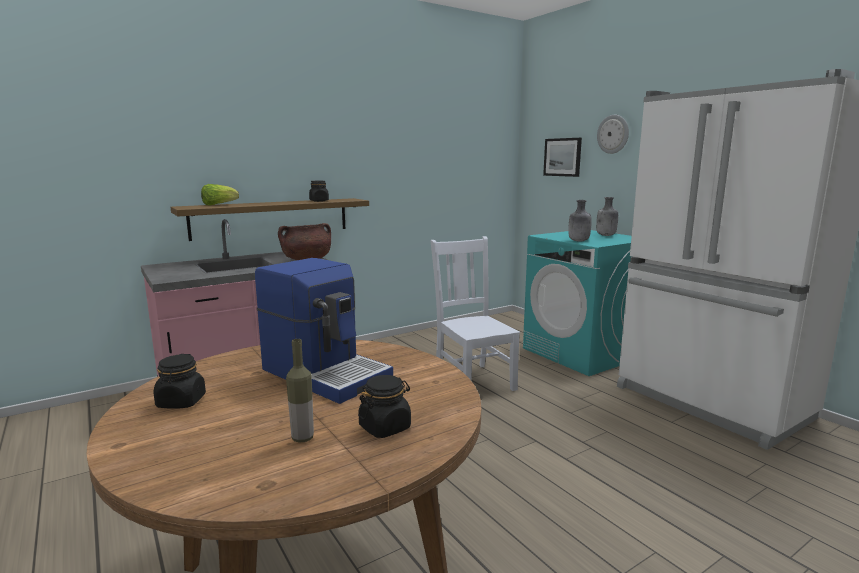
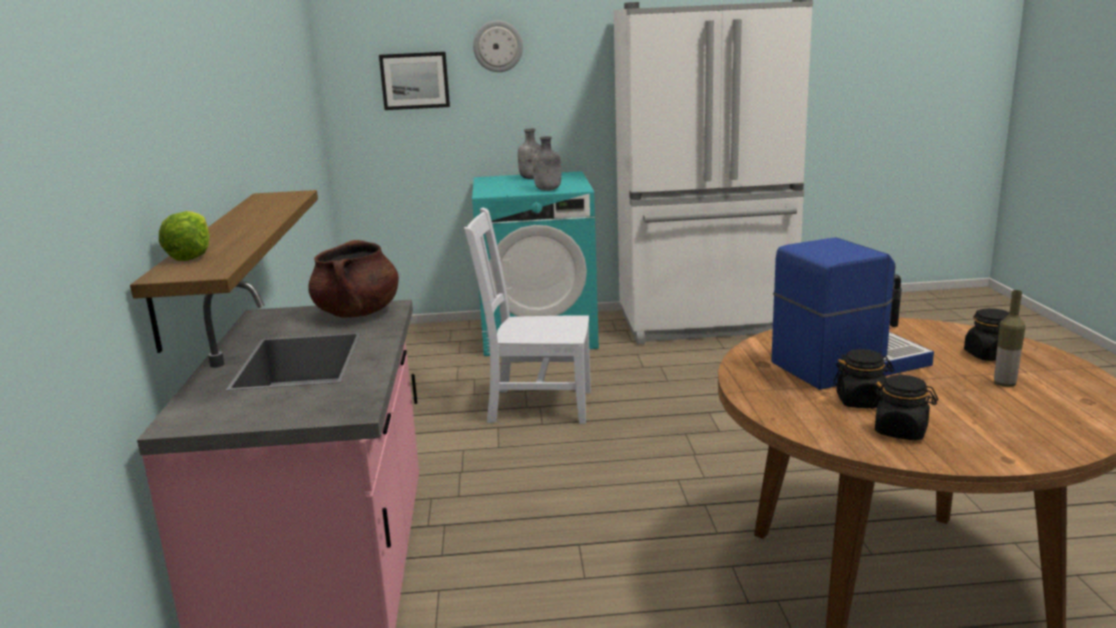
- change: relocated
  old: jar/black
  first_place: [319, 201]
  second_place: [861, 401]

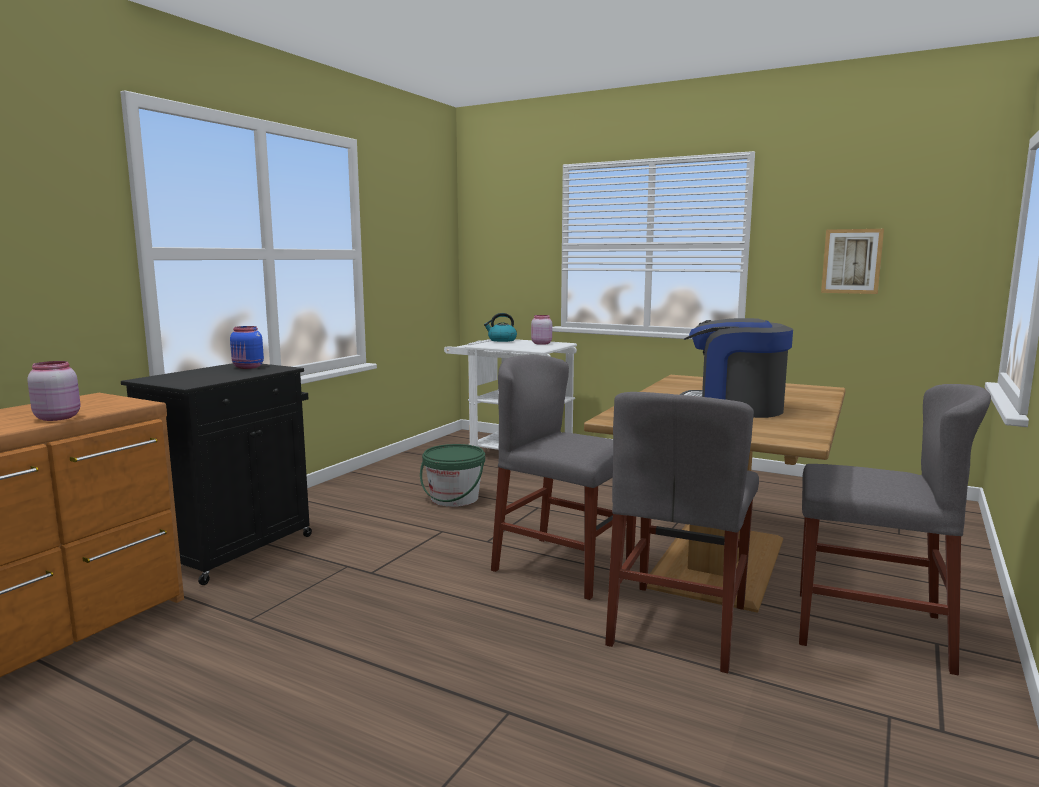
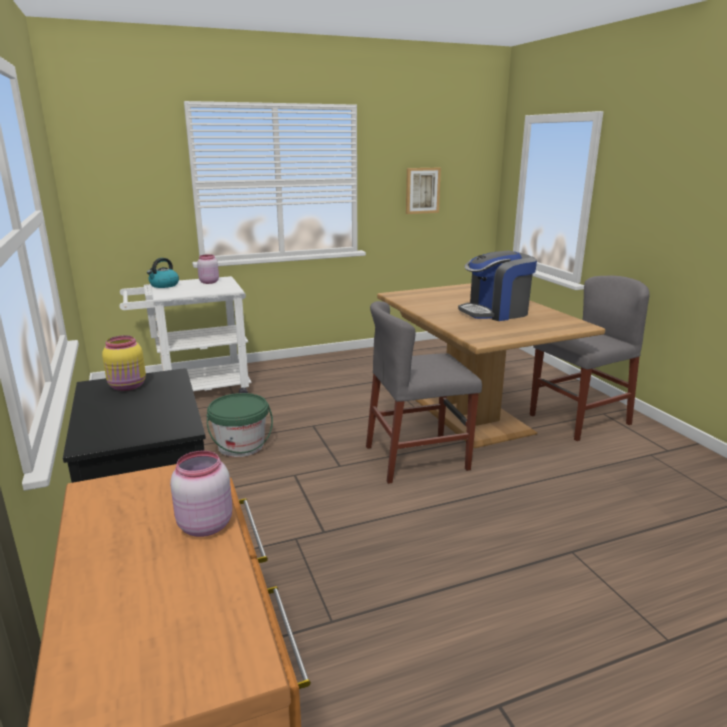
- change: missing
  old: chair/grey
  first_place: [679, 625]
- change: colour
  old: jar/blue
  new: jar/yellow
  first_place: [248, 367]
  second_place: [128, 386]

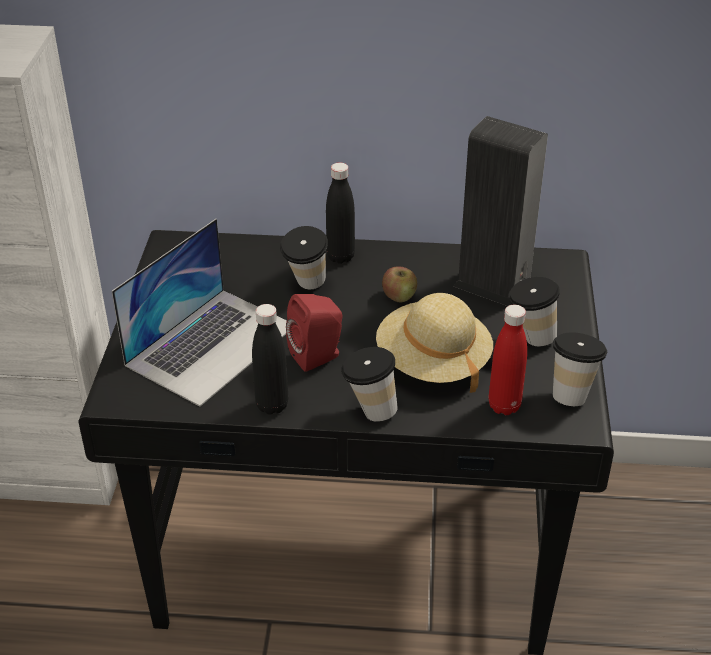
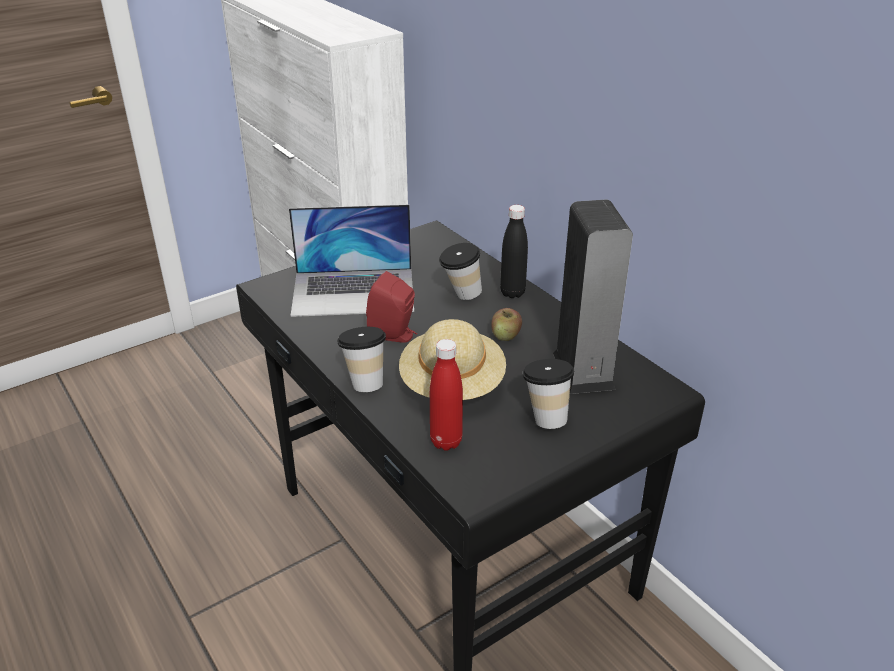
- change: missing
  old: bottle/black
  first_place: [272, 405]
- change: missing
  old: cup
  first_place: [572, 393]

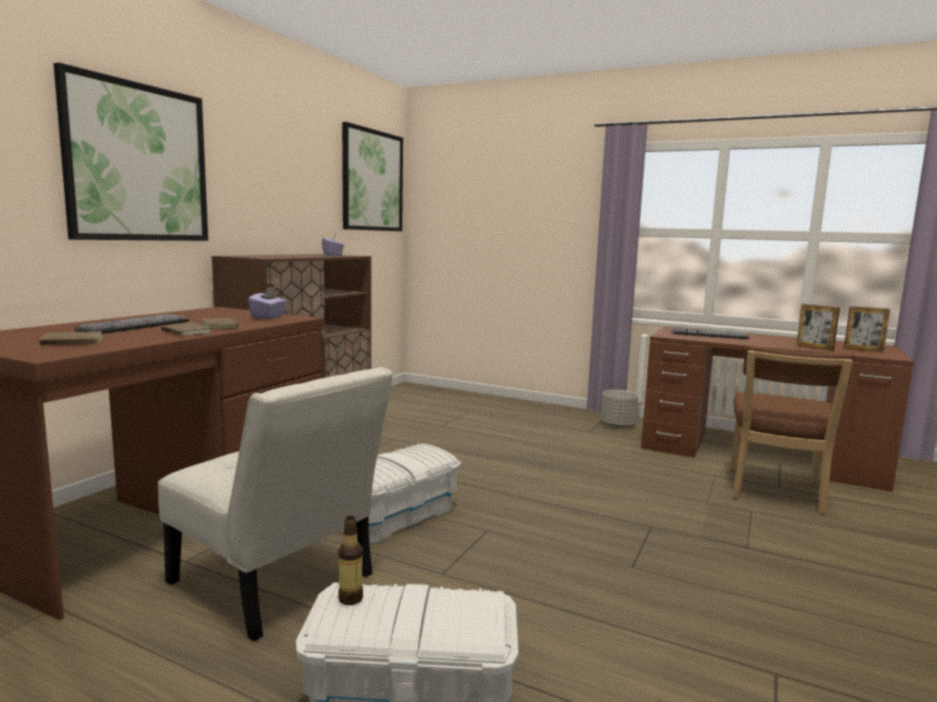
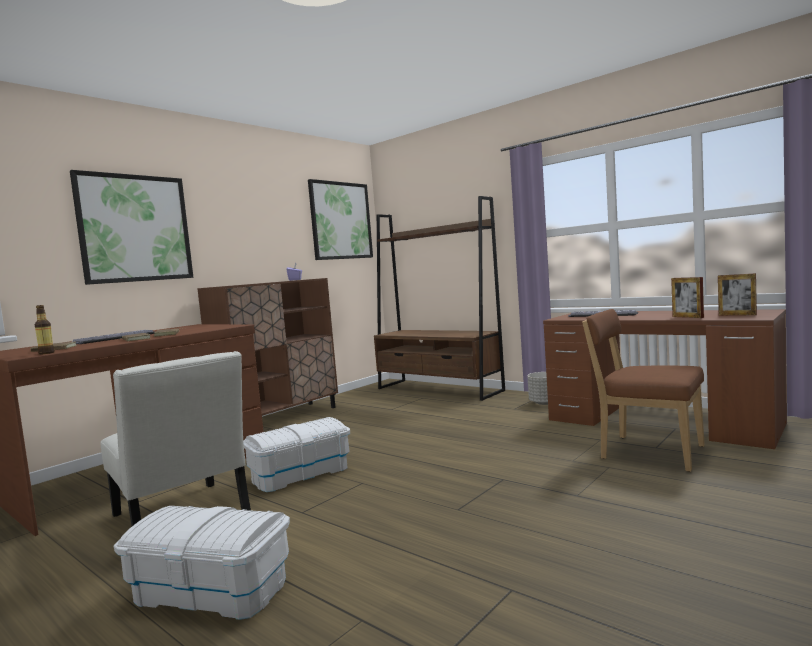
- change: missing
  old: tissue box/purple
  first_place: [268, 317]
- change: appeared
  new: bookcase/brown
  second_place: [438, 389]
- change: relocated
  old: bottle
  first_place: [350, 599]
  second_place: [46, 353]
- change: spun
  old: chair/brown
  first_place: [775, 492]
  second_place: [646, 452]
  degrees: 90

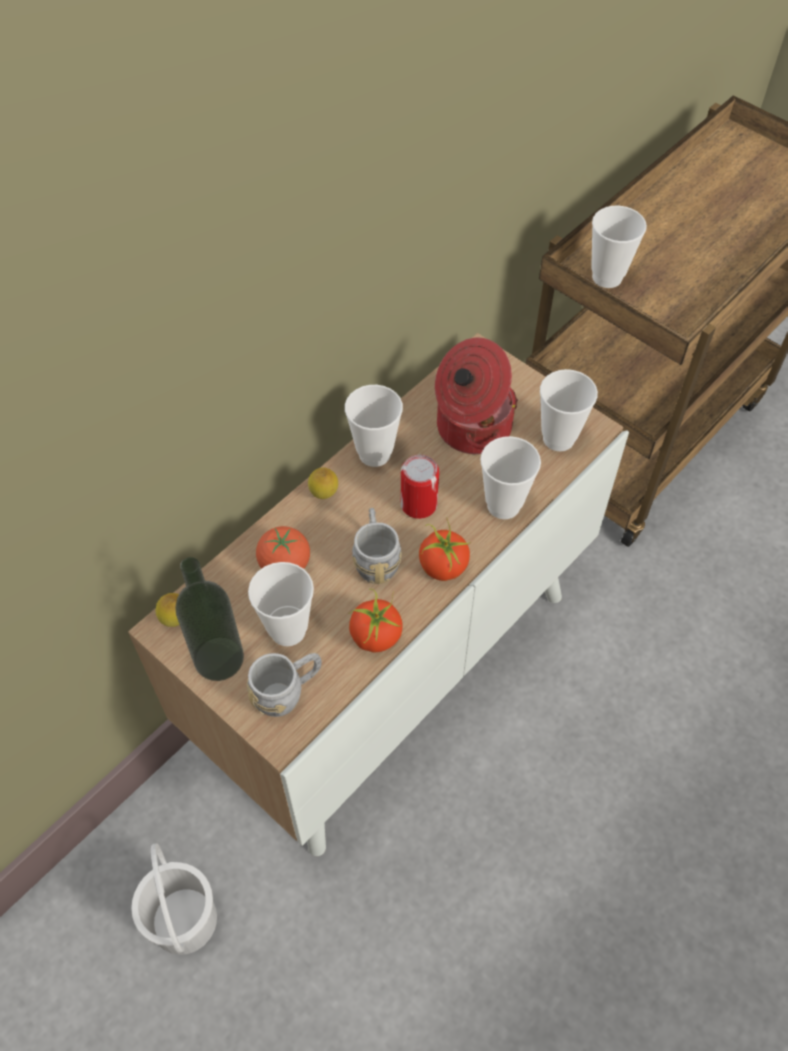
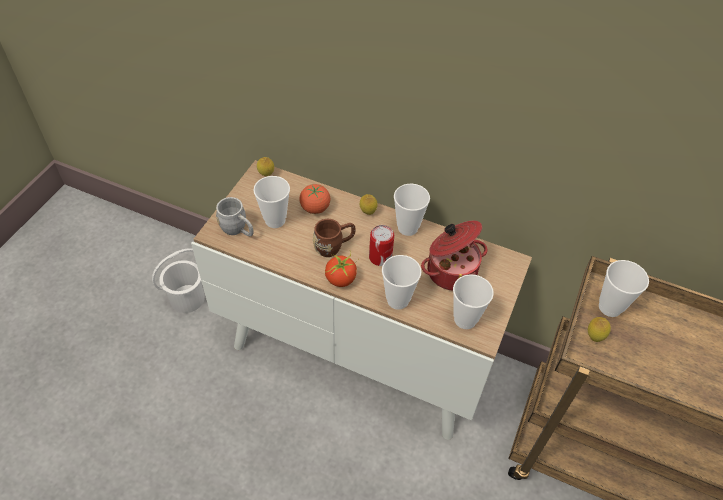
- change: missing
  old: bottle
  first_place: [219, 658]
- change: missing
  old: tomato
  first_place: [376, 636]
- change: appeared
  new: lemon
  second_place: [594, 337]
- change: colour
  old: mug/grey
  new: mug/brown
  first_place: [376, 558]
  second_place: [334, 246]

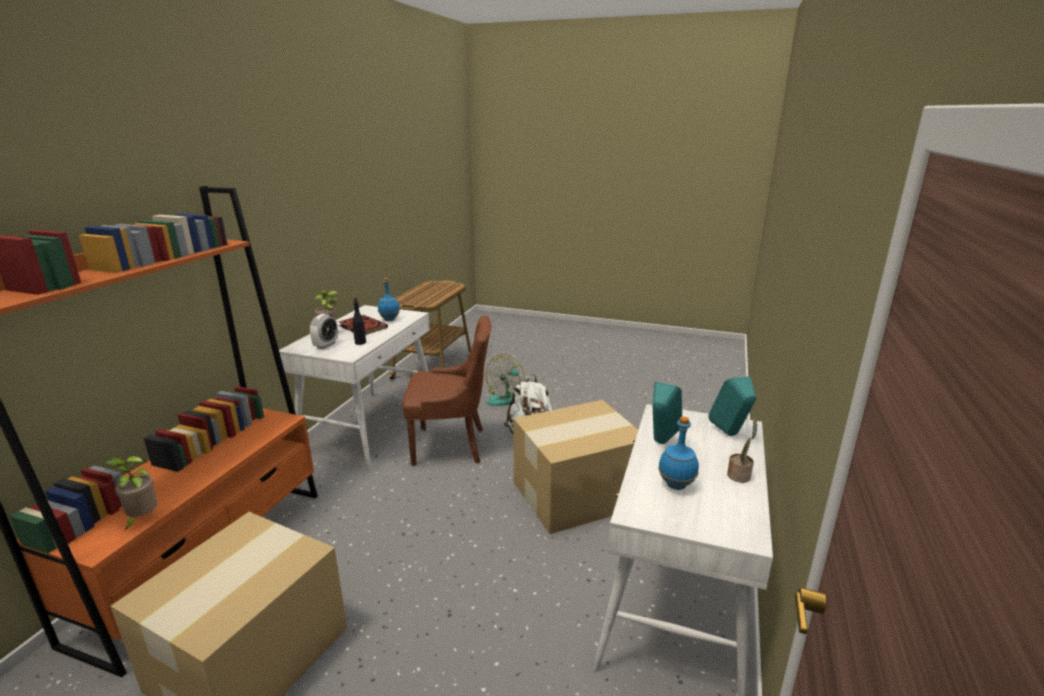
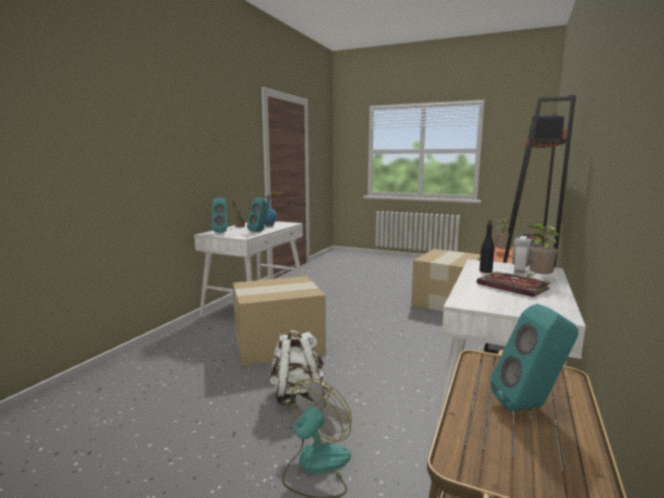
- change: missing
  old: bottle/blue
  first_place: [389, 319]
- change: missing
  old: chair/brown
  first_place: [451, 445]
- change: appeared
  new: speaker/turquoise
  second_place: [530, 406]

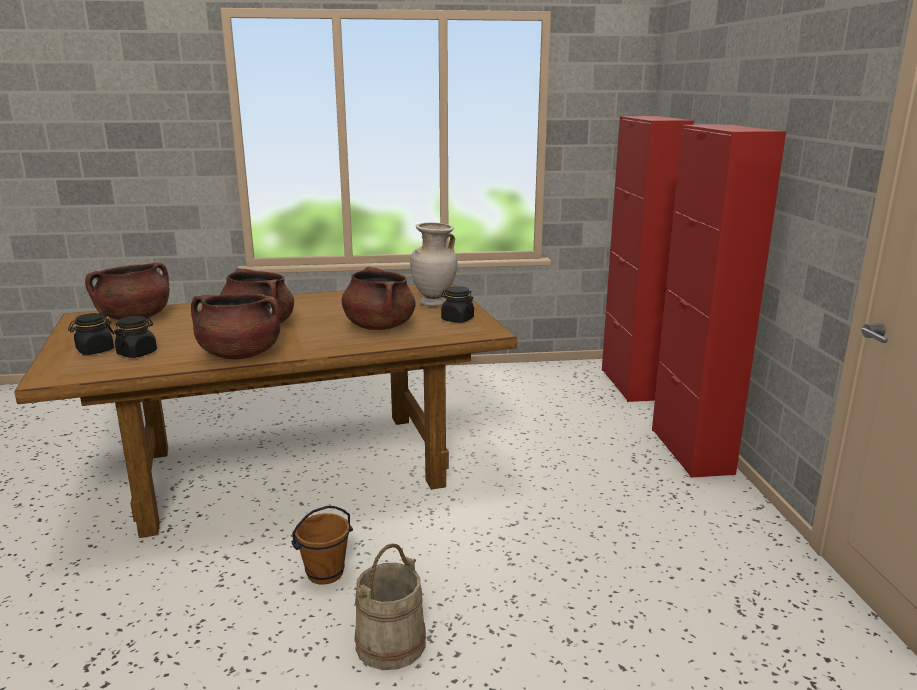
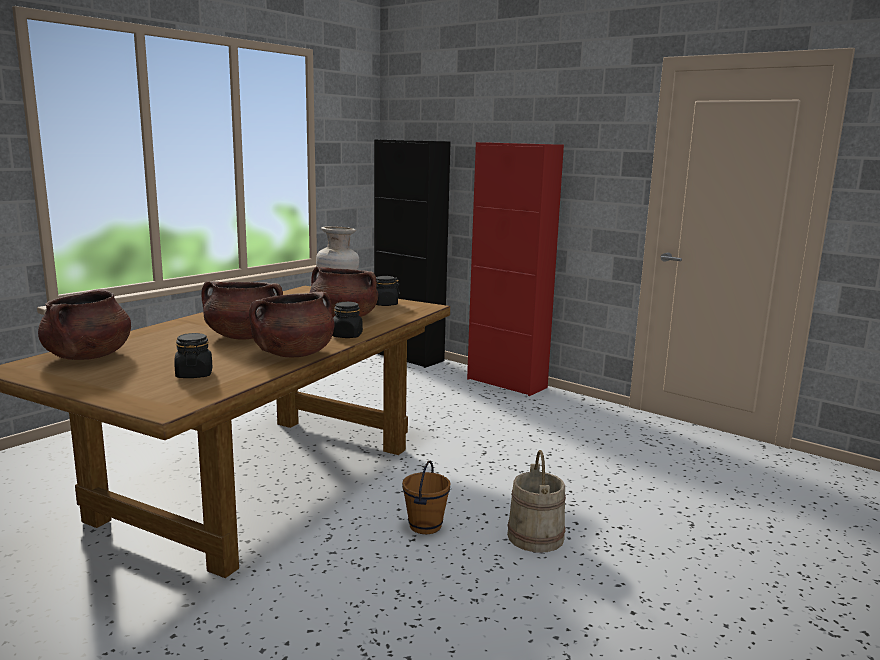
- change: relocated
  old: jar/black
  first_place: [95, 350]
  second_place: [347, 336]
- change: colour
  old: cabinet/red
  new: cabinet/black
  first_place: [631, 384]
  second_place: [408, 357]

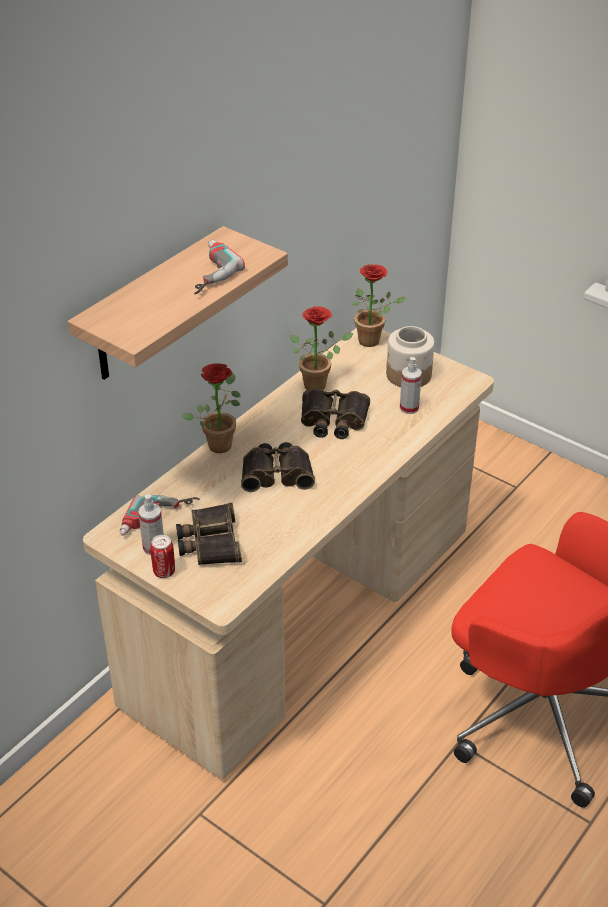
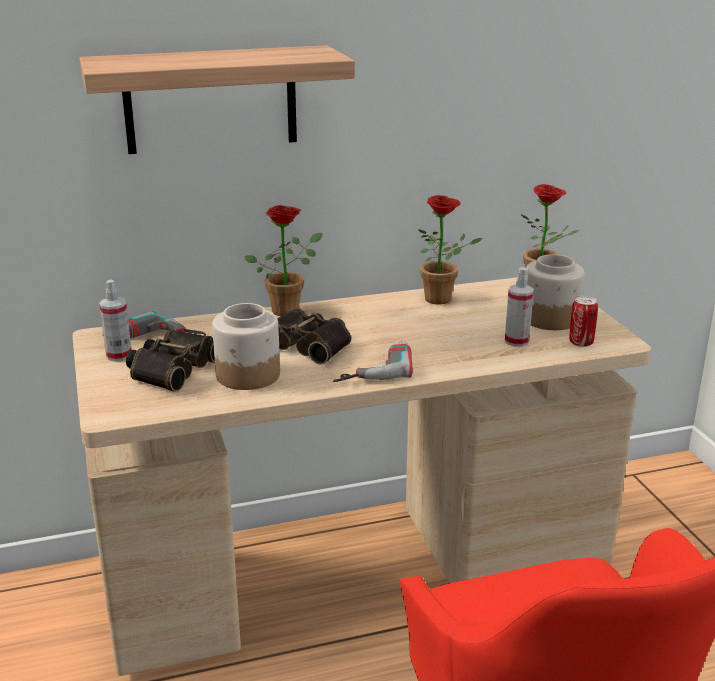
- change: missing
  old: binoculars
  first_place: [333, 420]
- change: appeared
  new: jar
  second_place: [248, 375]
- change: relocated
  old: can
  first_place: [164, 572]
  second_place: [581, 343]
- change: relocated
  old: power drill
  first_place: [205, 272]
  second_place: [373, 368]

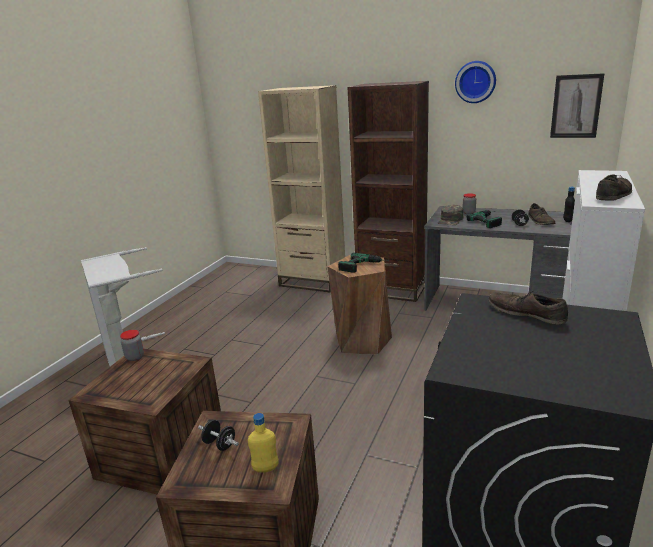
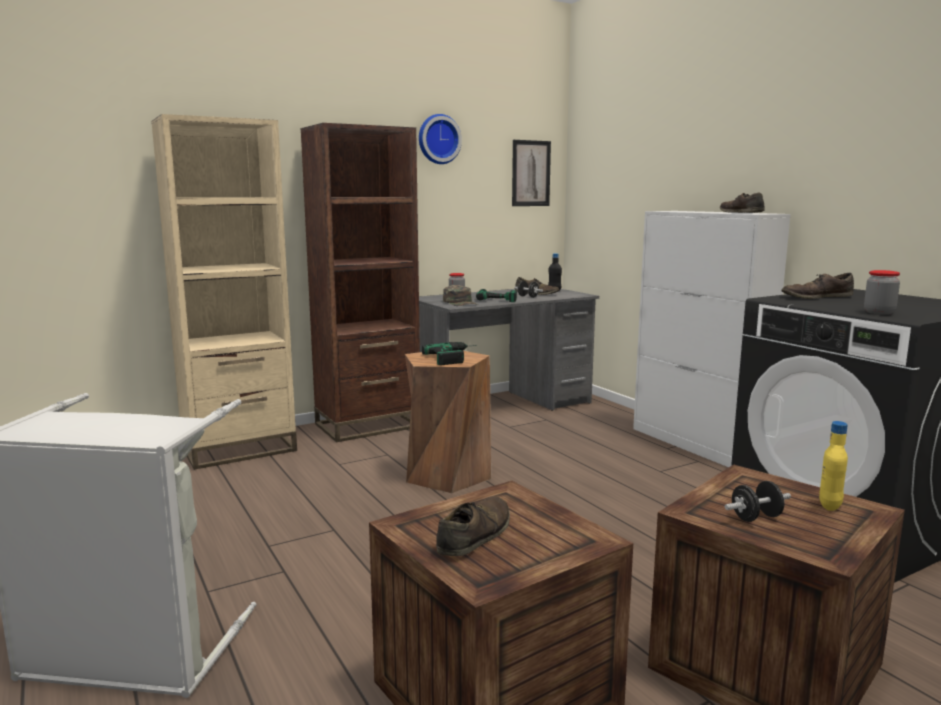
- change: appeared
  new: shoe/brown
  second_place: [475, 534]
- change: relocated
  old: jar
  first_place: [135, 357]
  second_place: [879, 312]

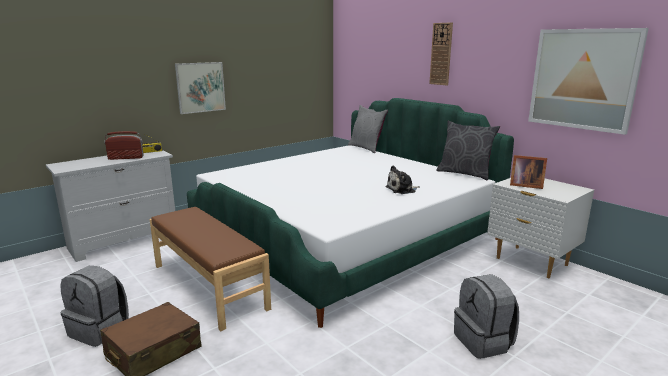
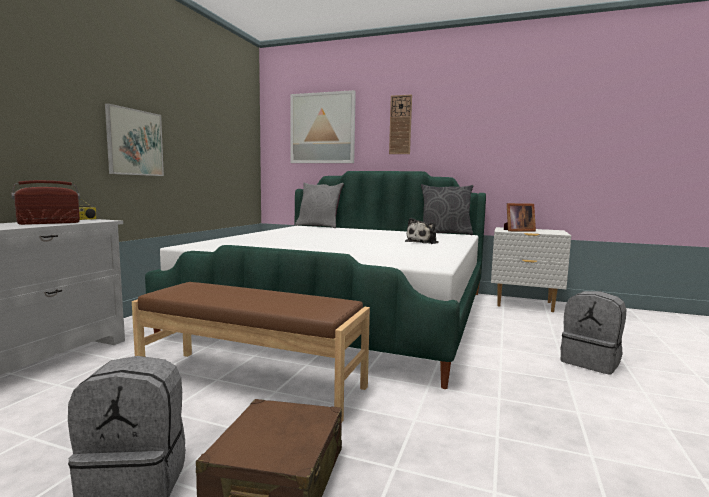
- change: relocated
  old: picture
  first_place: [583, 79]
  second_place: [322, 128]

